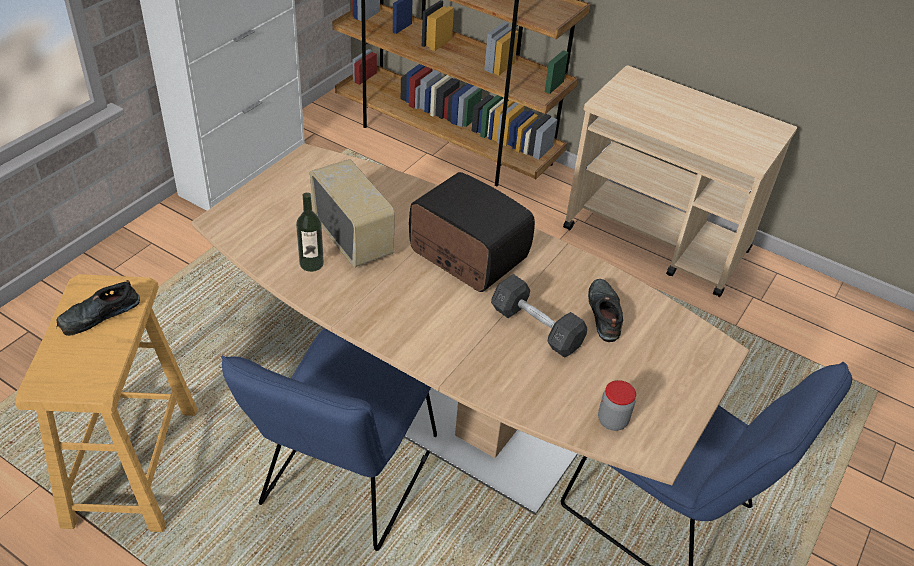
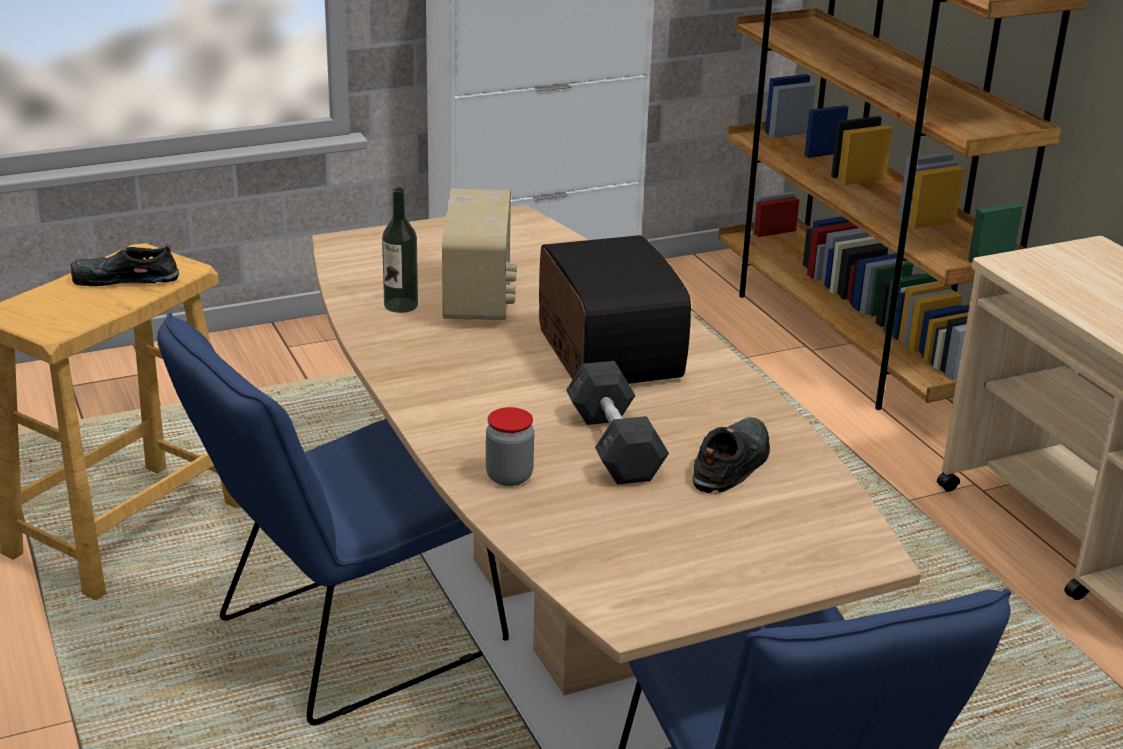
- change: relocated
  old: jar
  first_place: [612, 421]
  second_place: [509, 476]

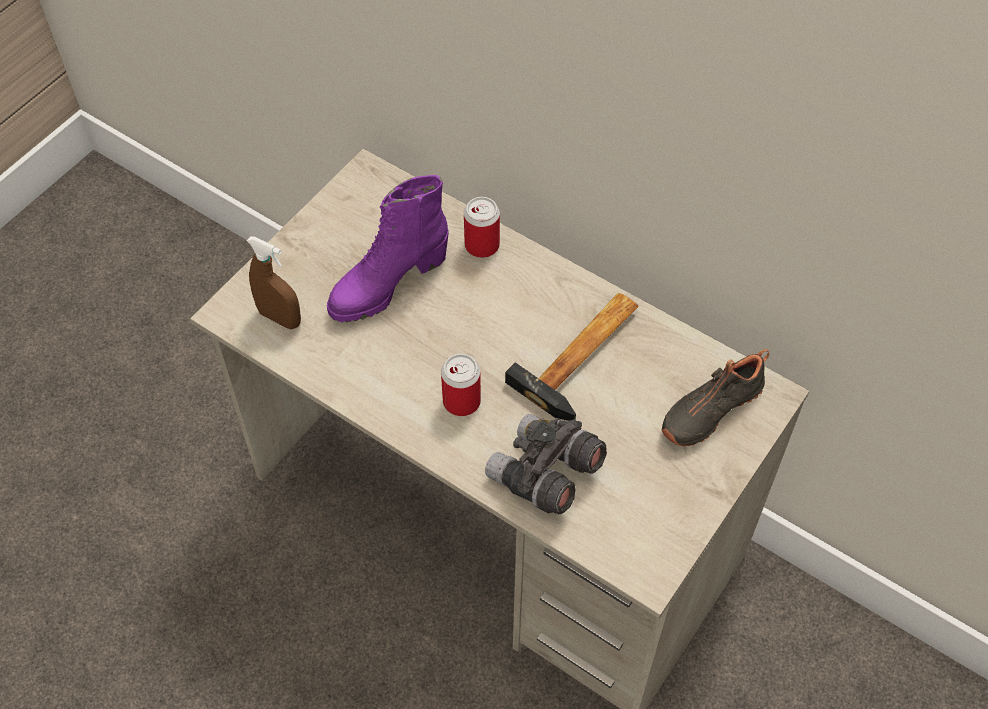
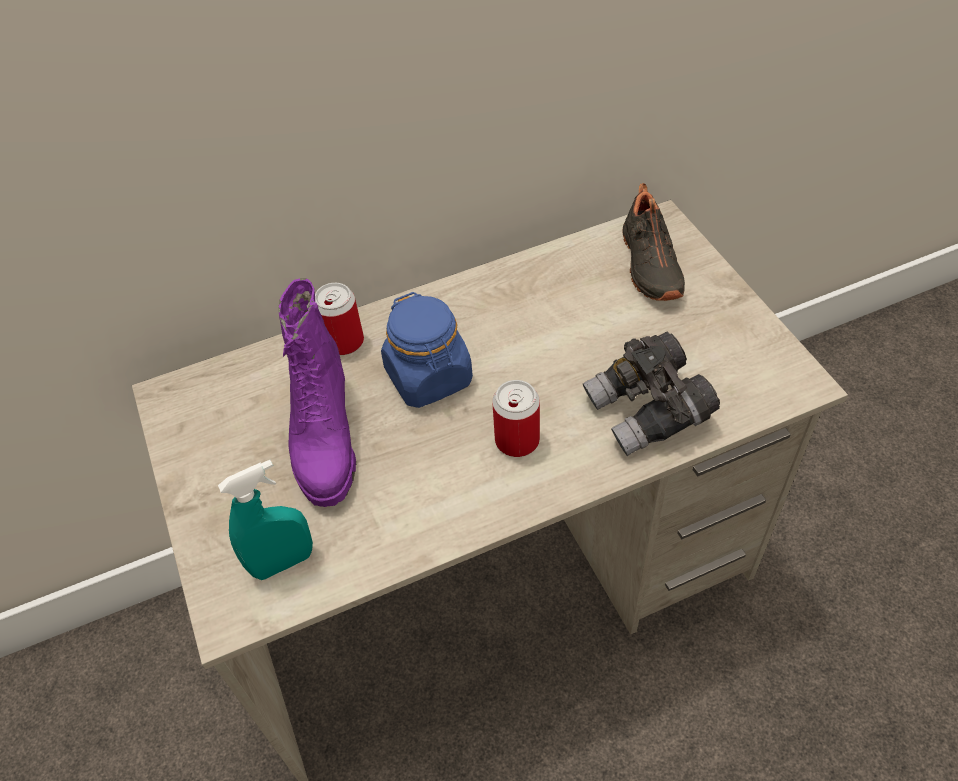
- change: missing
  old: hammer
  first_place: [585, 355]
- change: appeared
  new: jar/blue
  second_place: [429, 377]
- change: colour
  old: spray bottle/brown
  new: spray bottle/turquoise
  first_place: [280, 318]
  second_place: [283, 562]

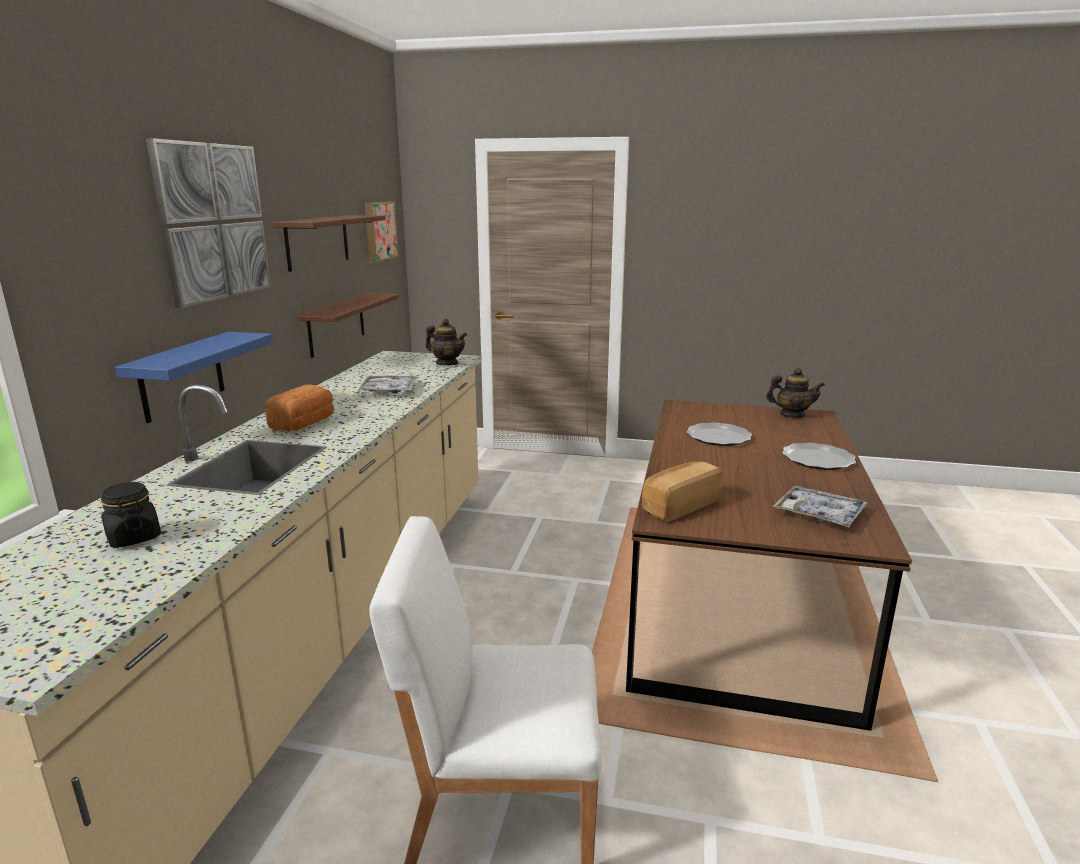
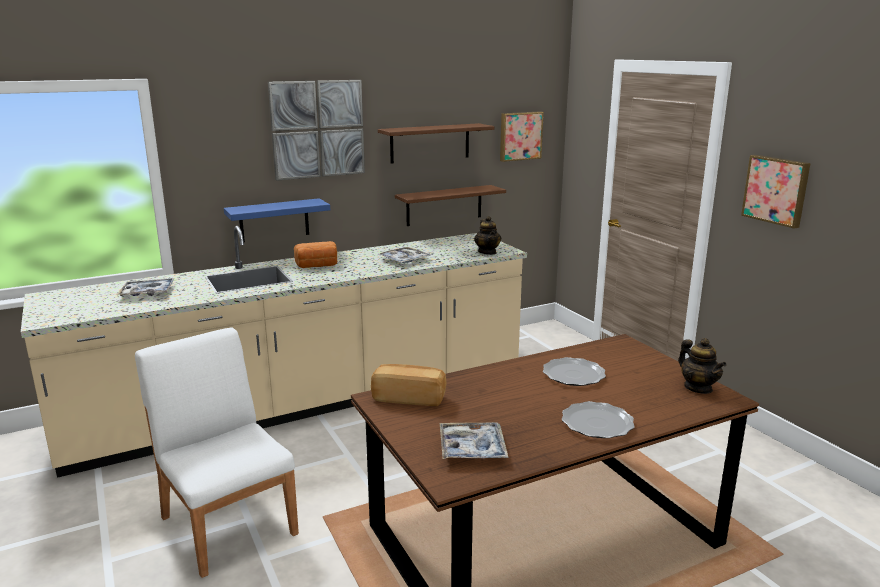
- change: appeared
  new: picture
  second_place: [776, 190]
- change: exchanged
  old: jar/black
  new: tray
  first_place: [133, 537]
  second_place: [147, 293]

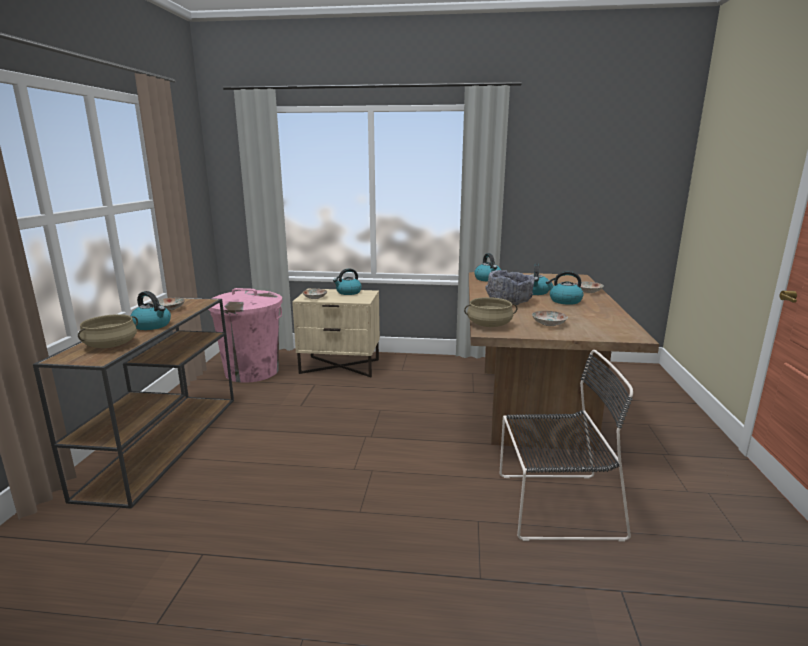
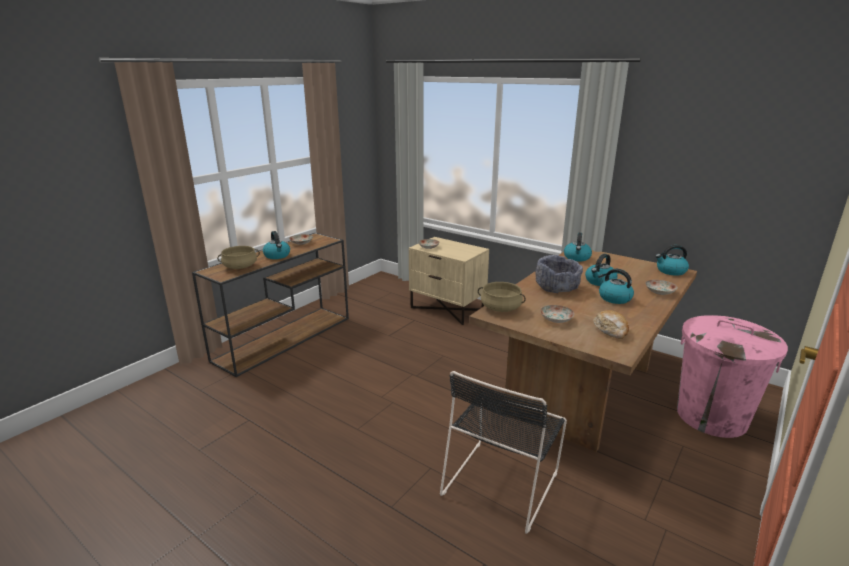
- change: appeared
  new: bread
  second_place: [611, 330]
- change: relocated
  old: trash can/pink
  first_place: [252, 371]
  second_place: [711, 416]
- change: relocated
  old: kettle
  first_place: [348, 292]
  second_place: [670, 271]
- change: spun
  old: chair/black
  first_place: [553, 505]
  second_place: [502, 480]
  degrees: 90

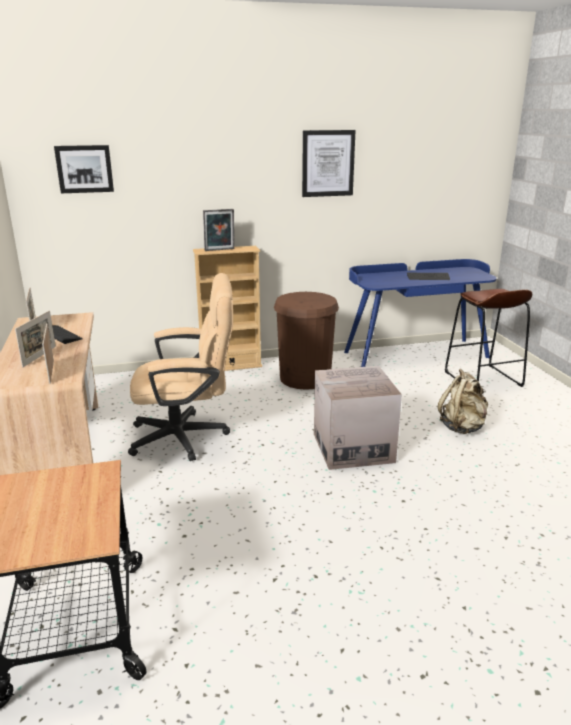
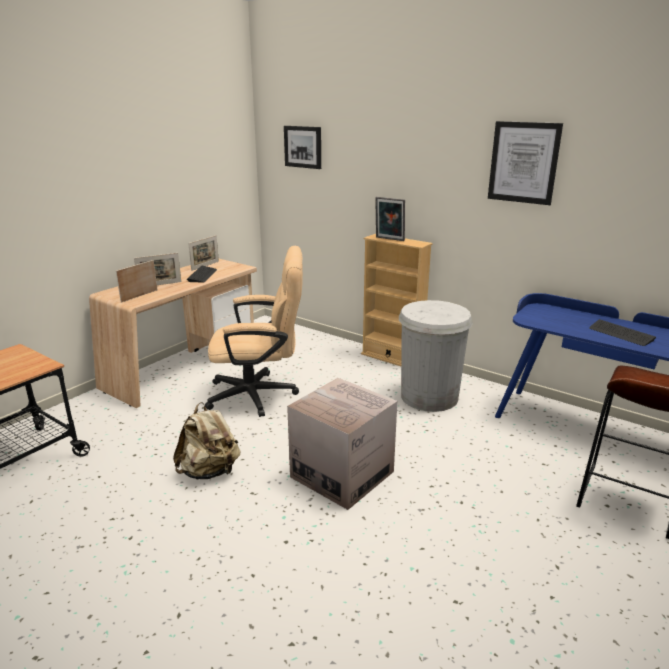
- change: relocated
  old: backpack/beige
  first_place: [462, 427]
  second_place: [210, 471]
- change: colour
  old: trash can/brown
  new: trash can/white
  first_place: [305, 378]
  second_place: [429, 397]
- change: spun
  old: office chair/beige
  first_place: [188, 436]
  second_place: [260, 394]
  degrees: -45

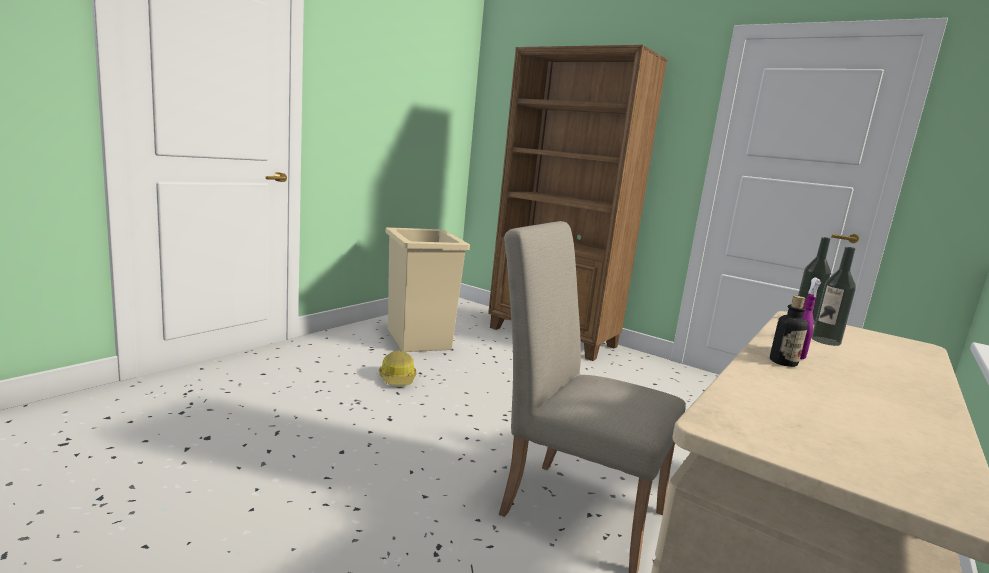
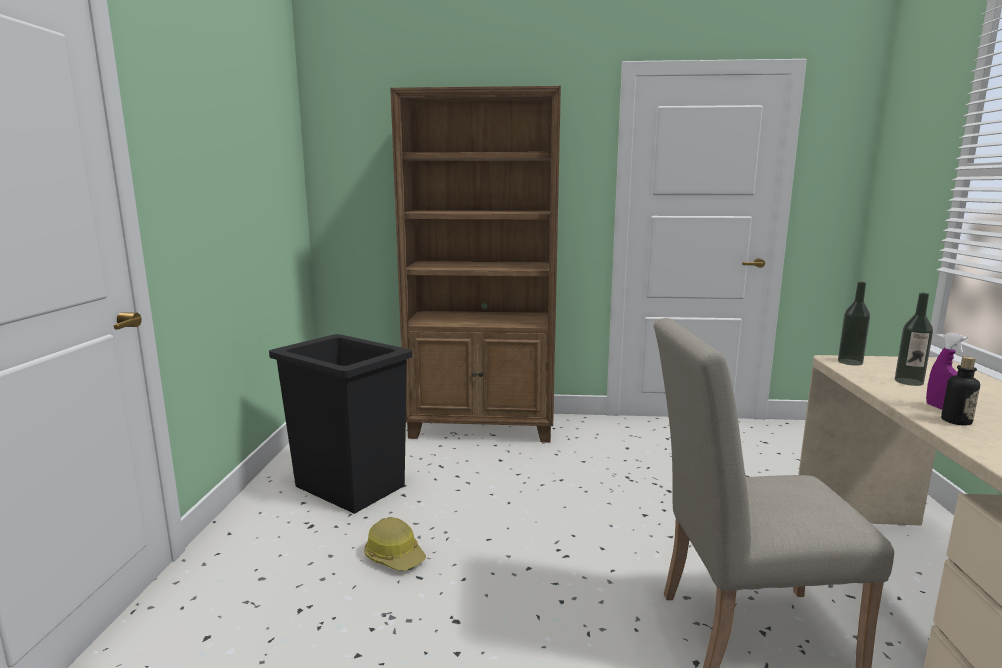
- change: colour
  old: trash can/beige
  new: trash can/black
  first_place: [419, 339]
  second_place: [350, 485]

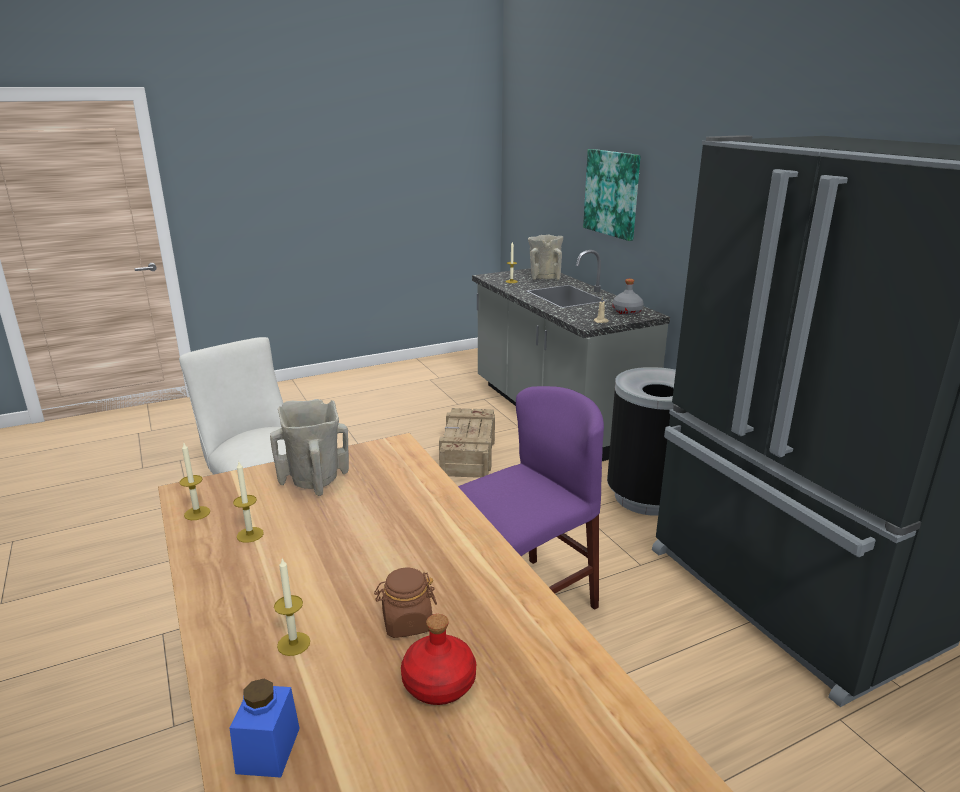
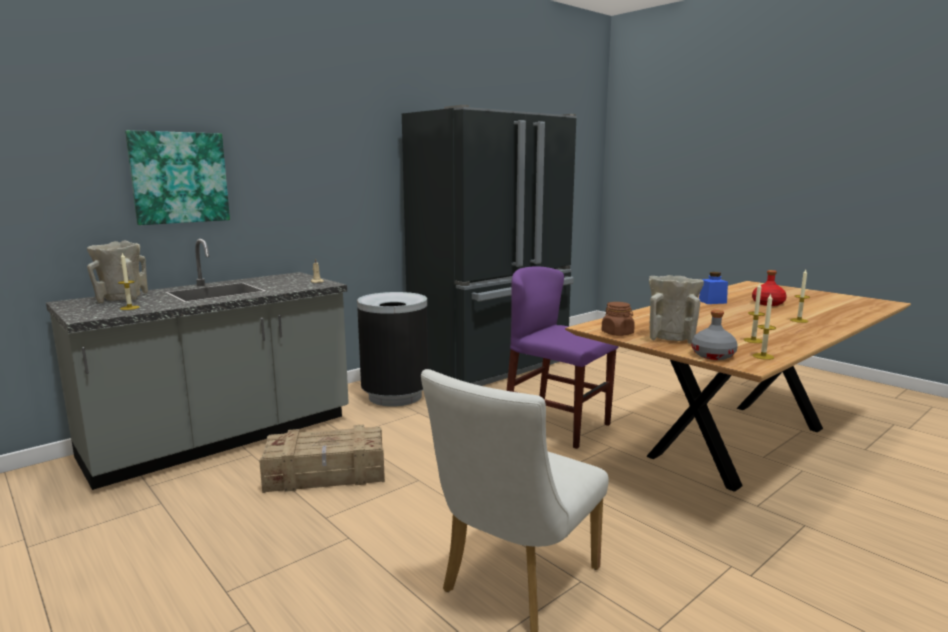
- change: relocated
  old: jar/blue
  first_place: [268, 750]
  second_place: [712, 302]
- change: relocated
  old: jar/brown
  first_place: [407, 623]
  second_place: [617, 333]
- change: relocated
  old: bottle/grey
  first_place: [627, 312]
  second_place: [713, 355]

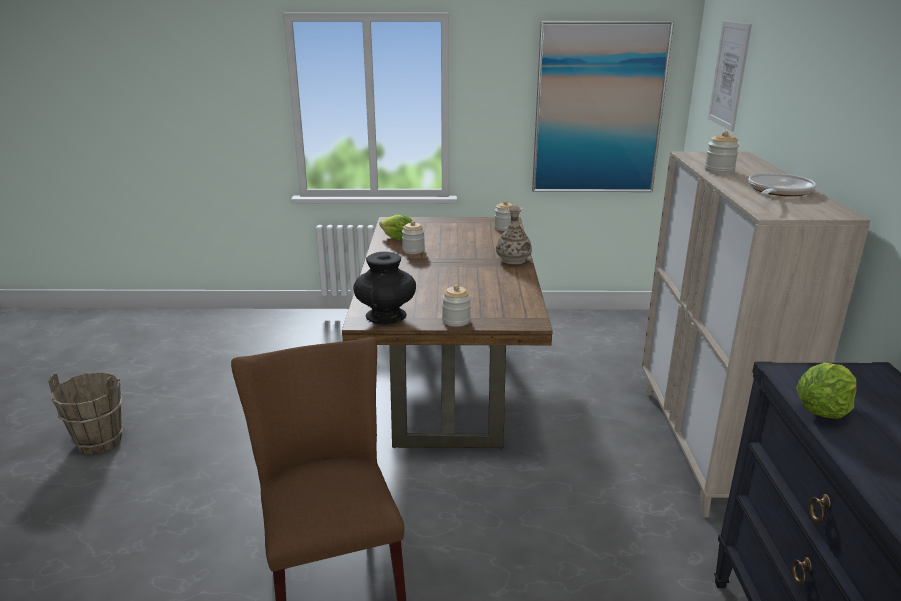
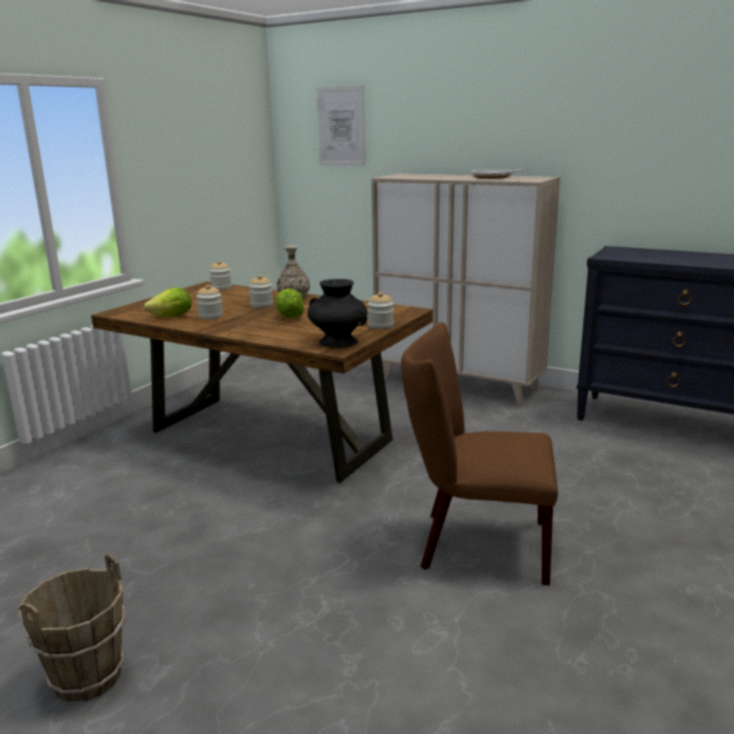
- change: missing
  old: picture
  first_place: [598, 109]
- change: relocated
  old: jar
  first_place: [719, 170]
  second_place: [261, 305]
- change: relocated
  old: lettuce
  first_place: [822, 410]
  second_place: [289, 317]

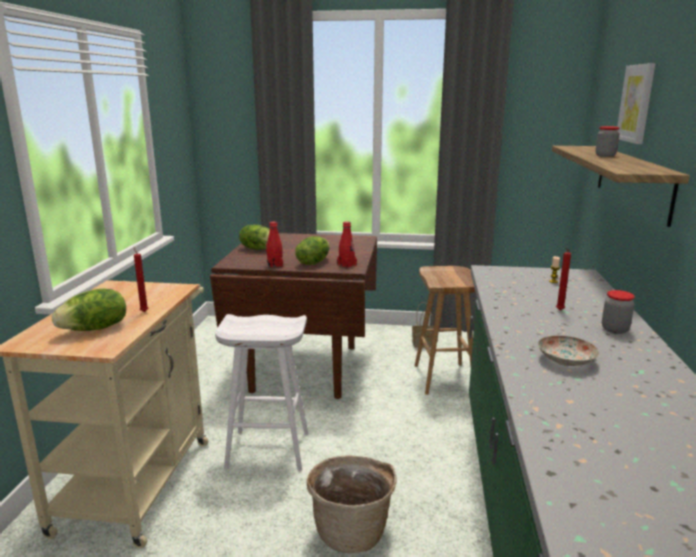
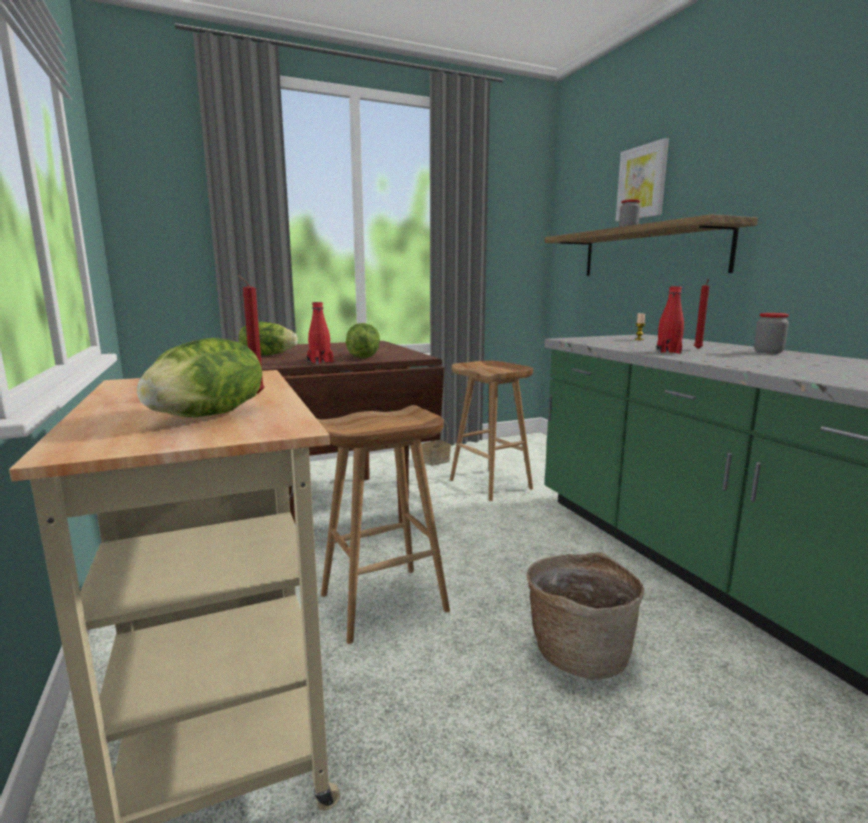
- change: missing
  old: plate
  first_place: [567, 360]
- change: relocated
  old: bottle/red
  first_place: [346, 265]
  second_place: [668, 352]
- change: colour
  old: stool/white
  new: stool/brown
  first_place: [267, 450]
  second_place: [382, 604]

